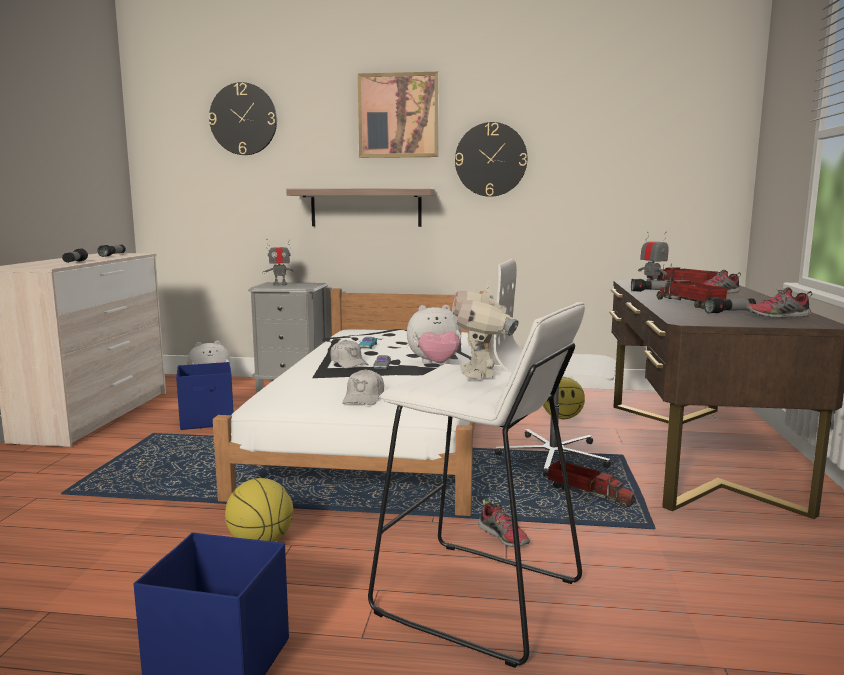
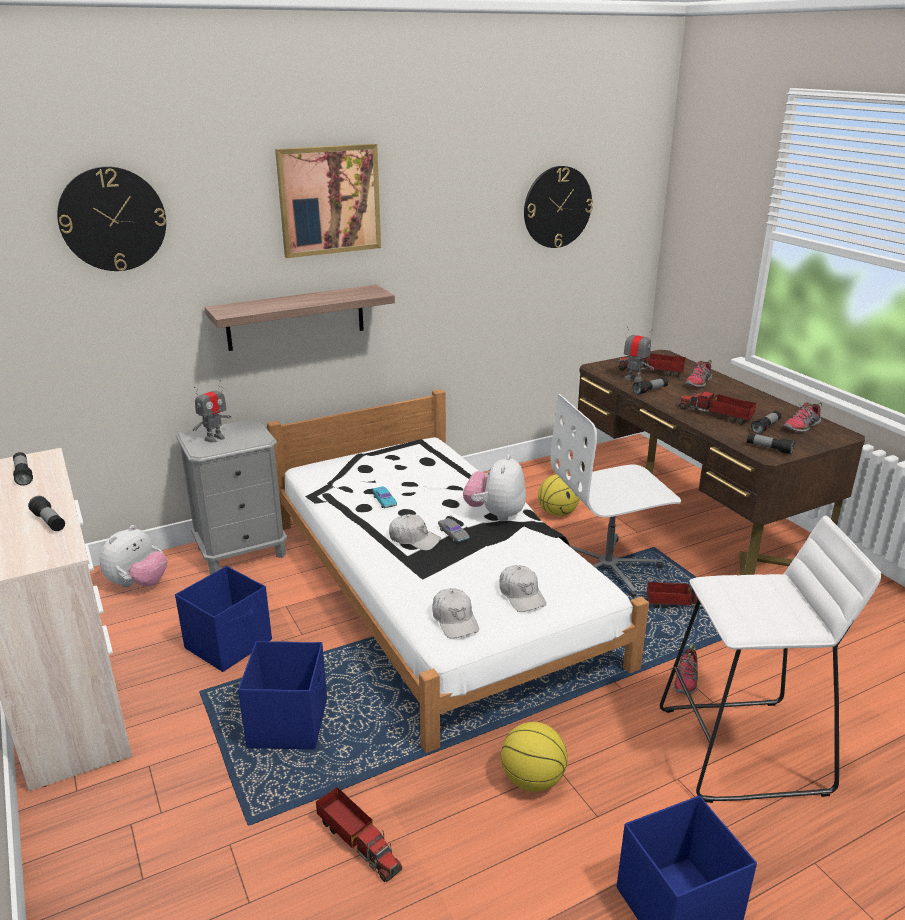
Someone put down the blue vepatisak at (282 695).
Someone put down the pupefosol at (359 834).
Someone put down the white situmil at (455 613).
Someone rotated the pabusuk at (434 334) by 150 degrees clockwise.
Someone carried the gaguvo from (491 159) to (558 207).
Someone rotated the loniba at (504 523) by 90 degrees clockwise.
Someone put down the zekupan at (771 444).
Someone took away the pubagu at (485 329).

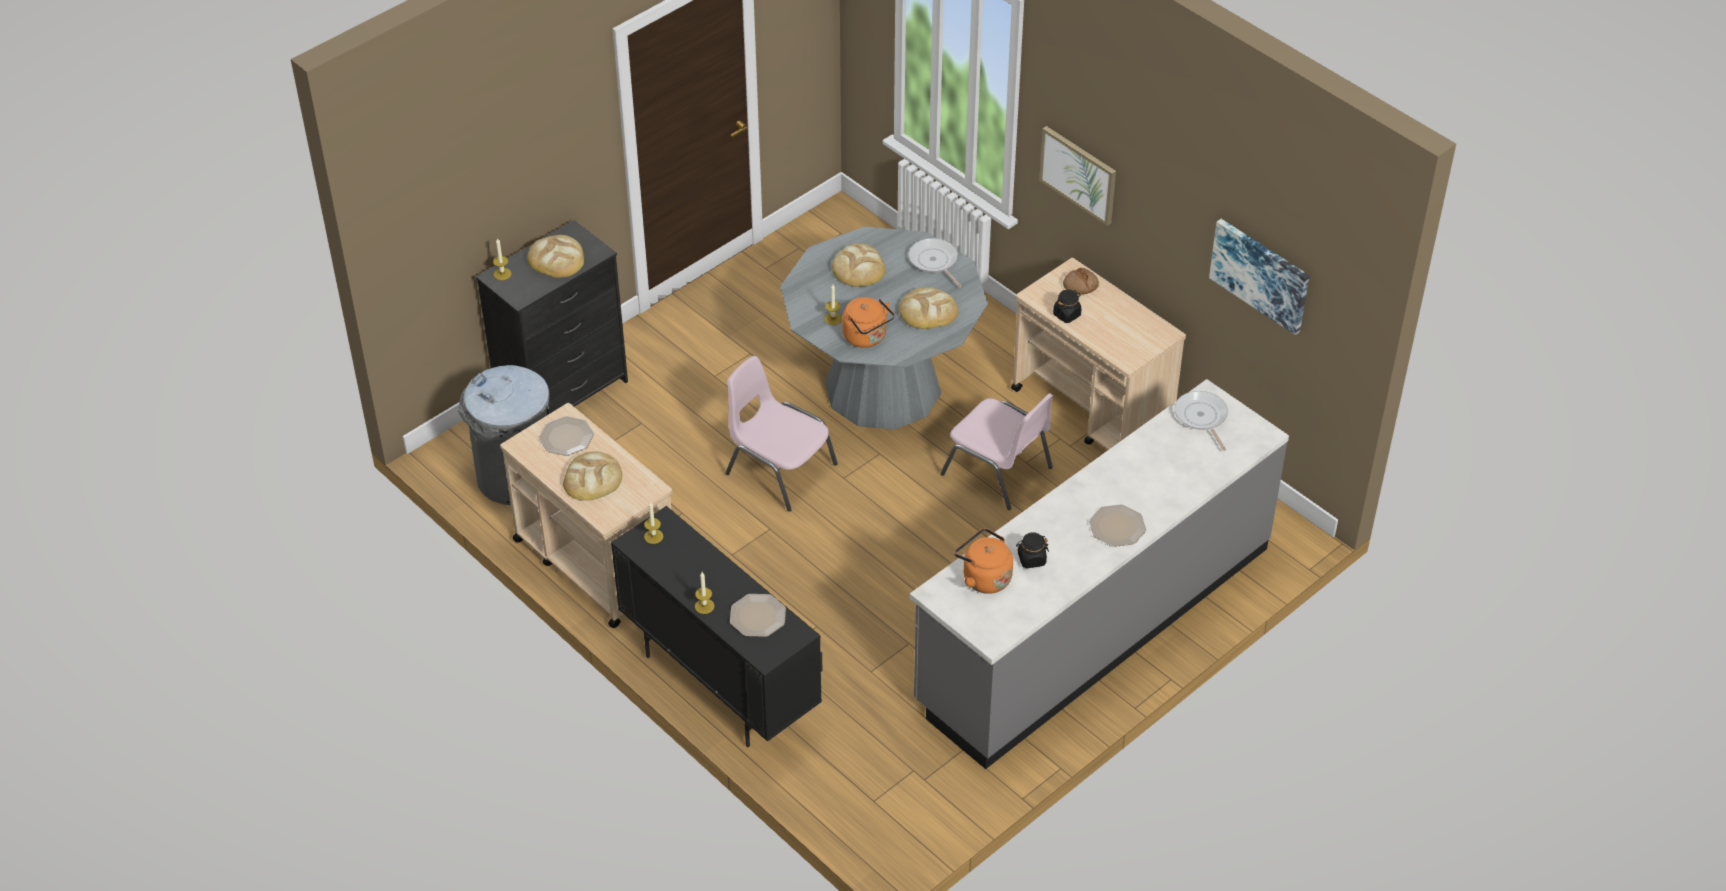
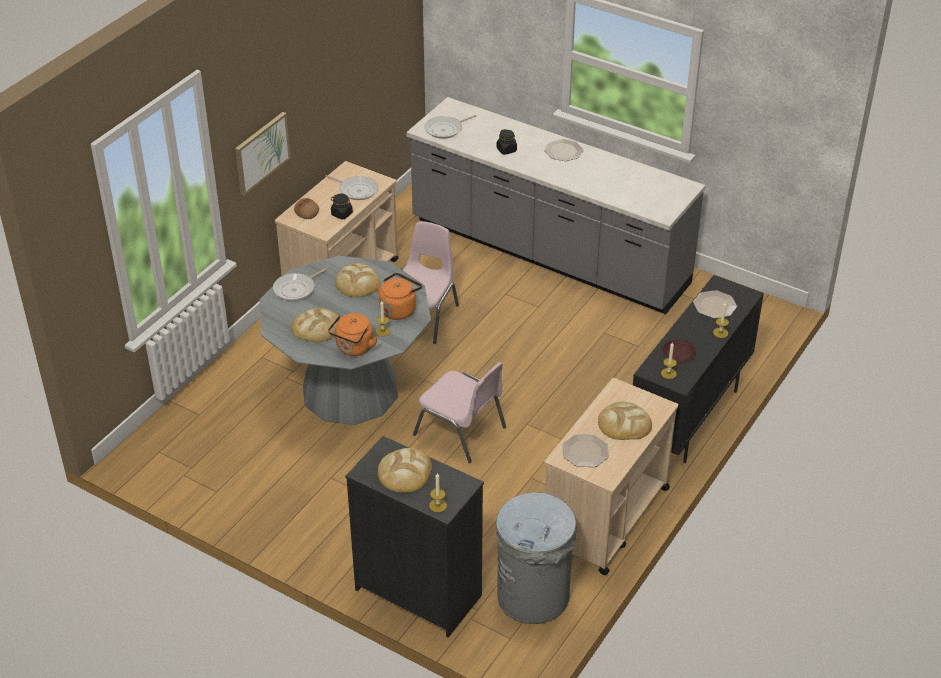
Someone put down the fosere at (351 187).
Someone carried the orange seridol from (984 561) to (353 334).
Someone rotated the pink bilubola at (781 434) by 75 degrees counterclockwise.
Someone carried the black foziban from (1032 550) to (506 142).
Someone put down the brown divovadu at (679 350).
Someone took away the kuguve at (1259 277).

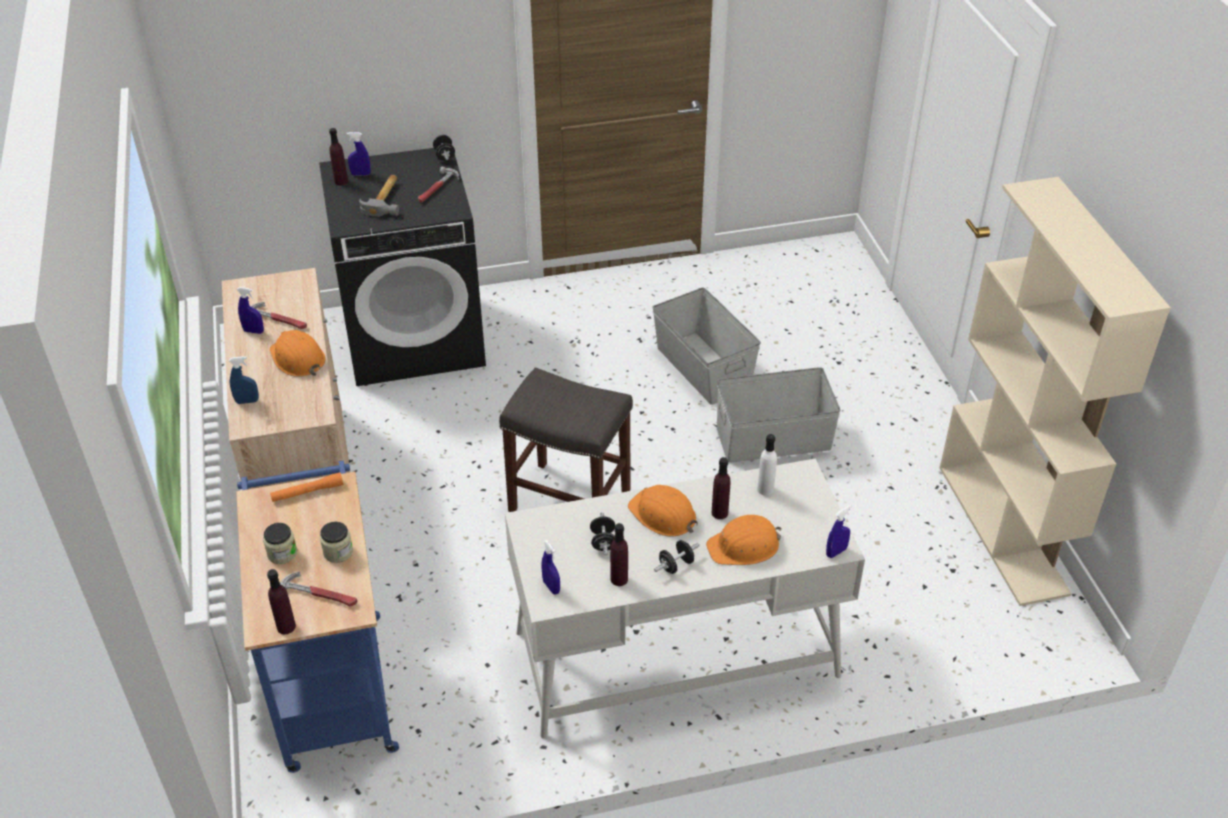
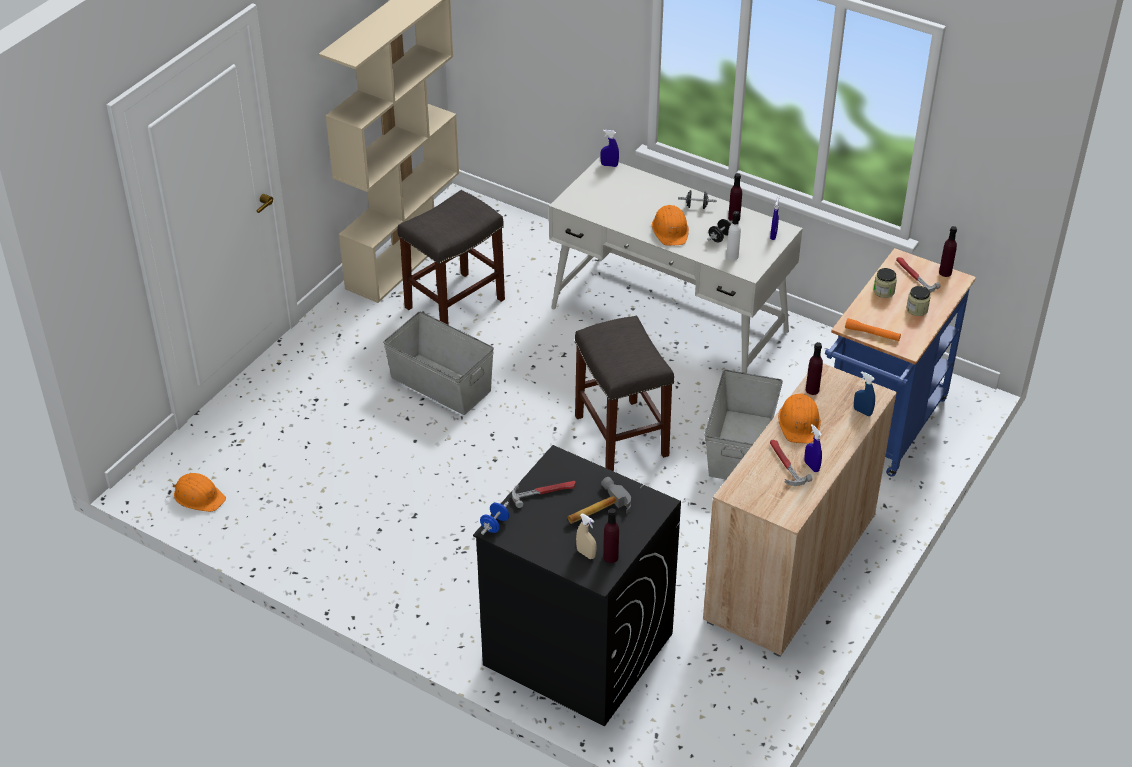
Someone carried the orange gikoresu from (743 540) to (199 492).
Someone put down the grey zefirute at (451 257).
Someone repainted the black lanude at (444 148), which became the blue lanude at (494 518).
Someone repainted the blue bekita at (358 154), which became the beige bekita at (586 536).
Someone carried the grey vepatisak from (706 346) to (743 425).
Someone carried the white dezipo from (767 465) to (733 235).
Someone carried the purple dezipo from (721 488) to (814 368).

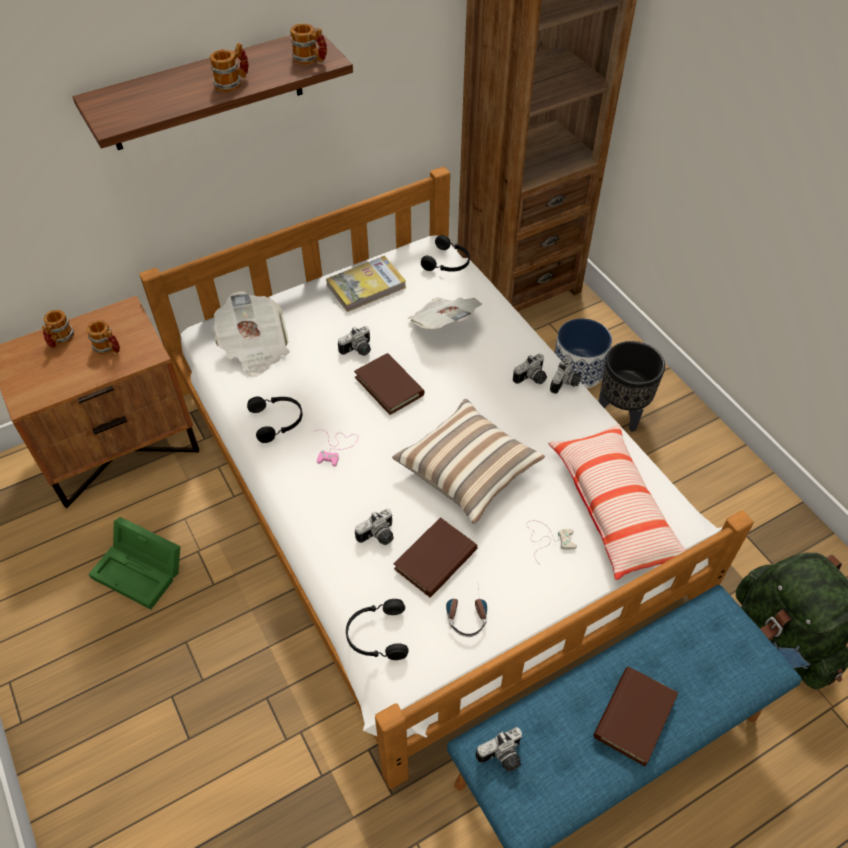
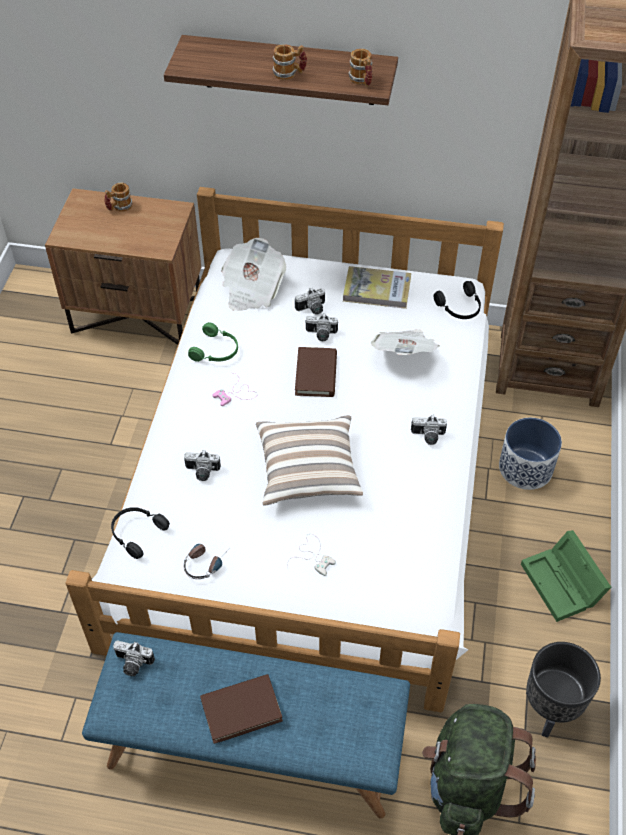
Someone repainted the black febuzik at (275 420), which became the green febuzik at (213 342).
Someone carried the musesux from (566 375) to (310 301).
Someone carried the green vepatisak from (134 563) to (566 576).
Someone carried the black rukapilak from (632 386) to (563 689).
Someone took away the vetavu at (103 337).
Someone took away the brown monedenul at (435 557).
Someone took away the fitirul at (617 502).

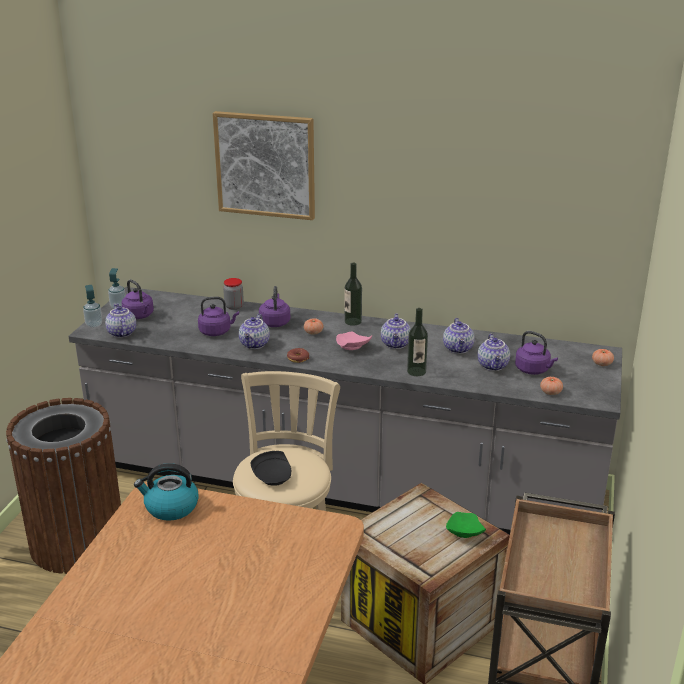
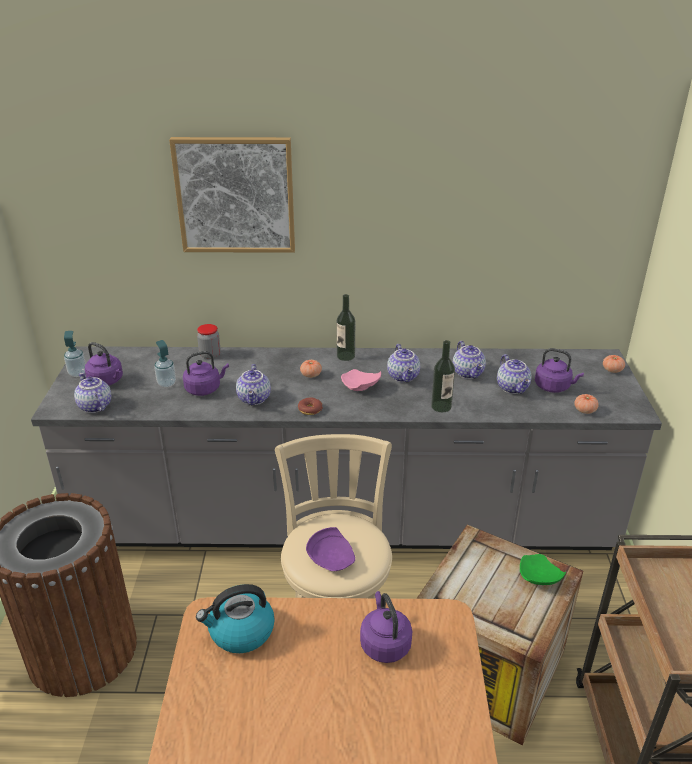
Someone carried the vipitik from (92 306) to (165 364).
Someone repainted the black divovadu at (270 468), which became the purple divovadu at (330 549).
Someone carried the purple seridol from (274 306) to (386 627).

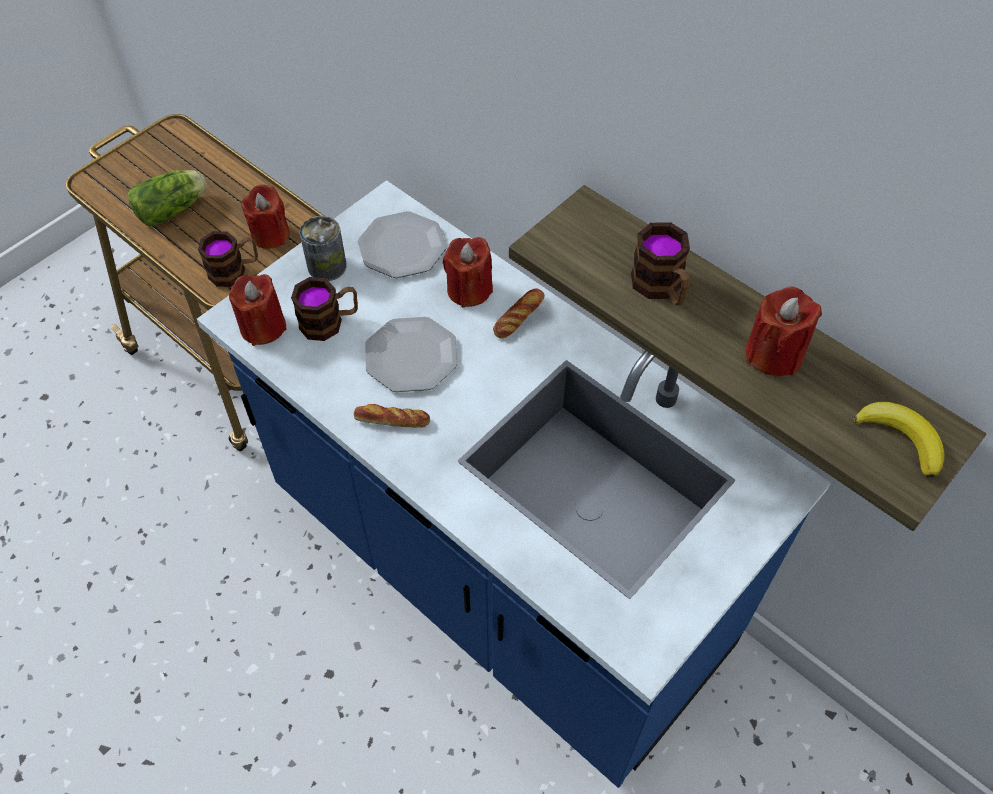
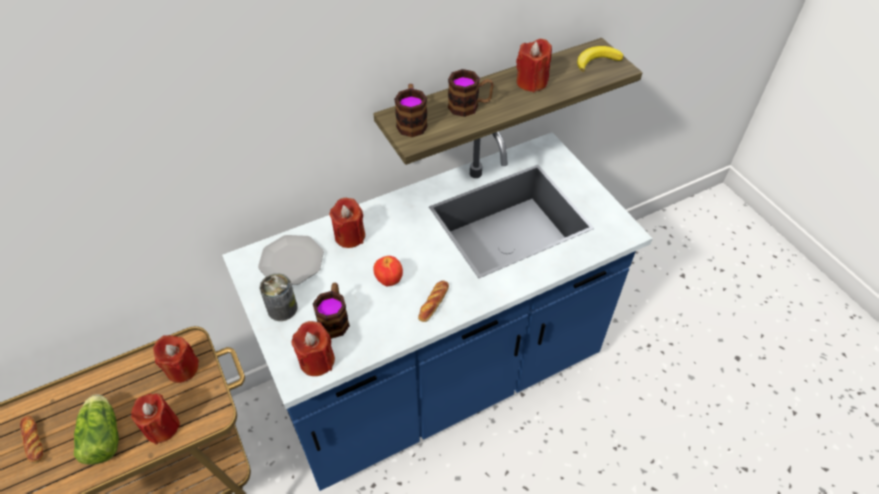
Someone carried the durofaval from (519 313) to (31 439).
Someone put down the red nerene at (155 419).
Someone swapped the divovadu at (411 354) for the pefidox at (388 271).
Someone carried the vetavu from (228 259) to (411 110).

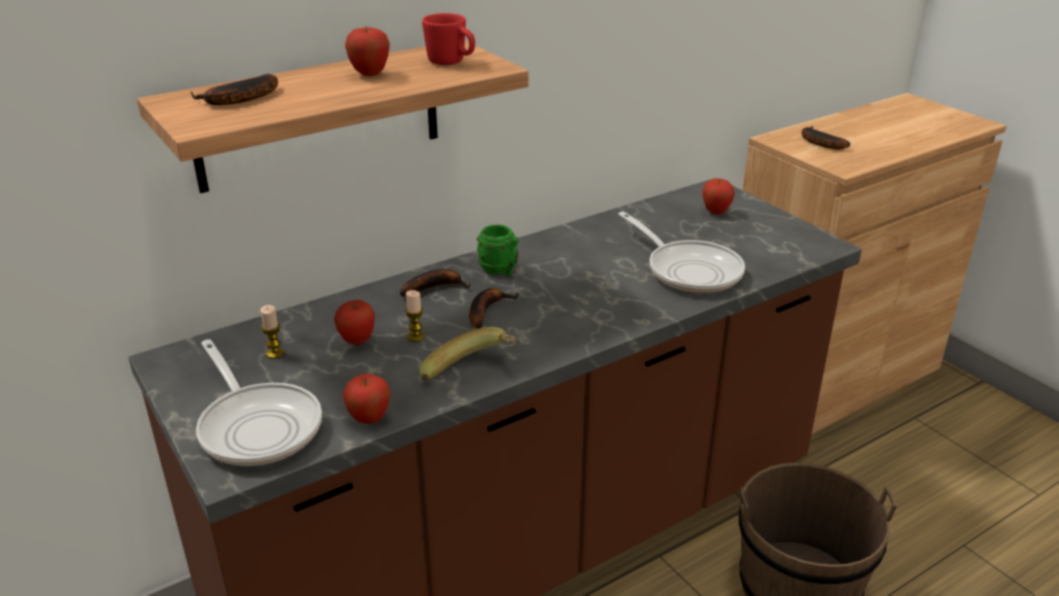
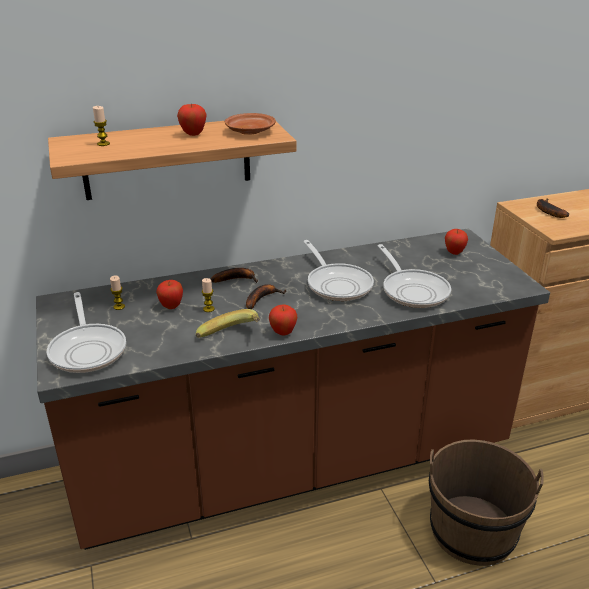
Someone swapped the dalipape at (234 89) for the nerene at (101 126).
Someone swapped the red vetavu at (448 39) for the brown divovadu at (250 124).
Someone carried the pefidox from (366 398) to (283 320).
Someone put down the fosere at (338 270).
Someone took away the green vetavu at (498 250).

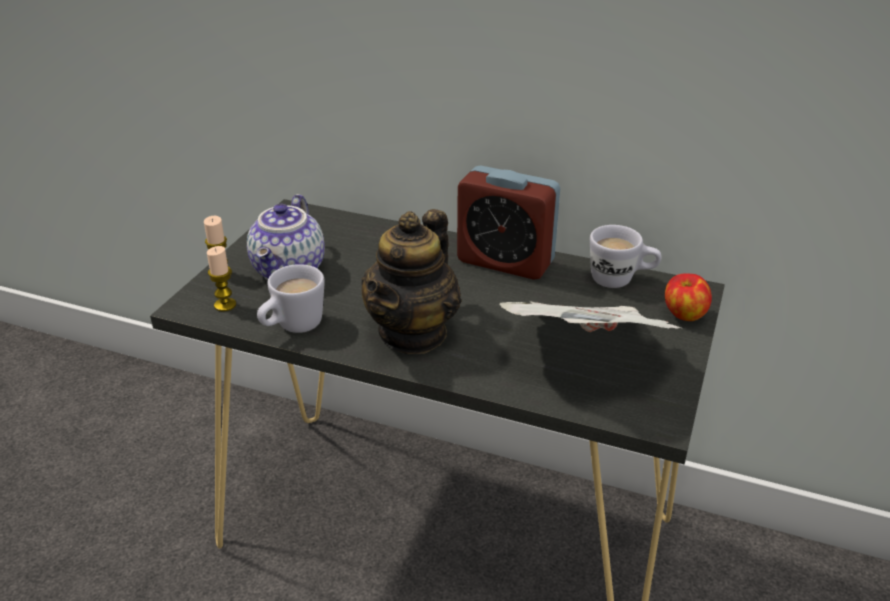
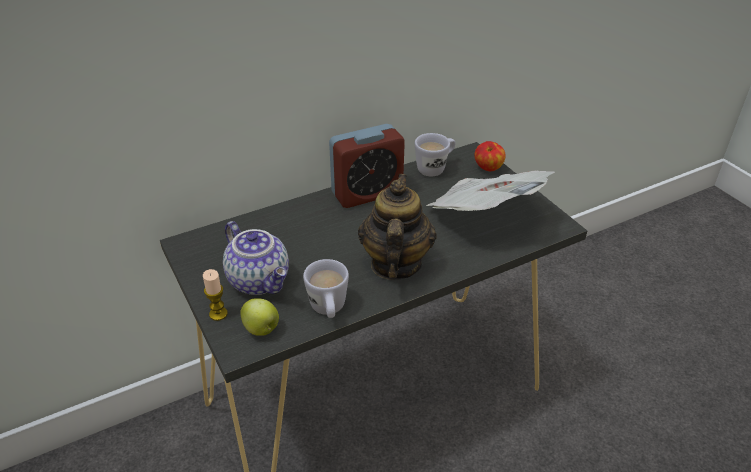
Someone swapped the nerene at (221 279) for the pefidox at (259 317).
Someone rotated the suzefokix at (411 281) by 150 degrees counterclockwise.

